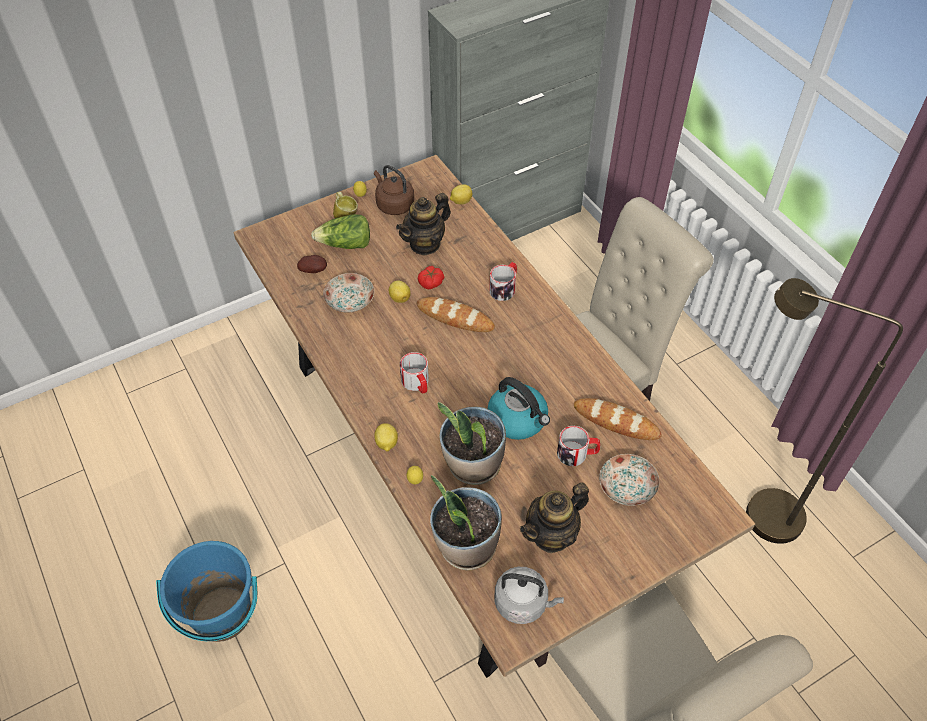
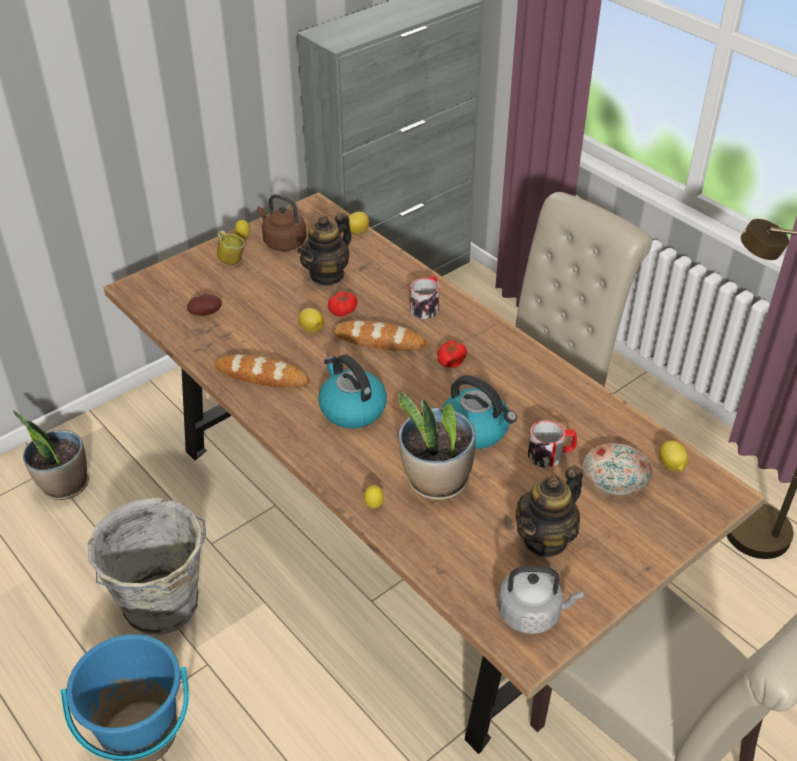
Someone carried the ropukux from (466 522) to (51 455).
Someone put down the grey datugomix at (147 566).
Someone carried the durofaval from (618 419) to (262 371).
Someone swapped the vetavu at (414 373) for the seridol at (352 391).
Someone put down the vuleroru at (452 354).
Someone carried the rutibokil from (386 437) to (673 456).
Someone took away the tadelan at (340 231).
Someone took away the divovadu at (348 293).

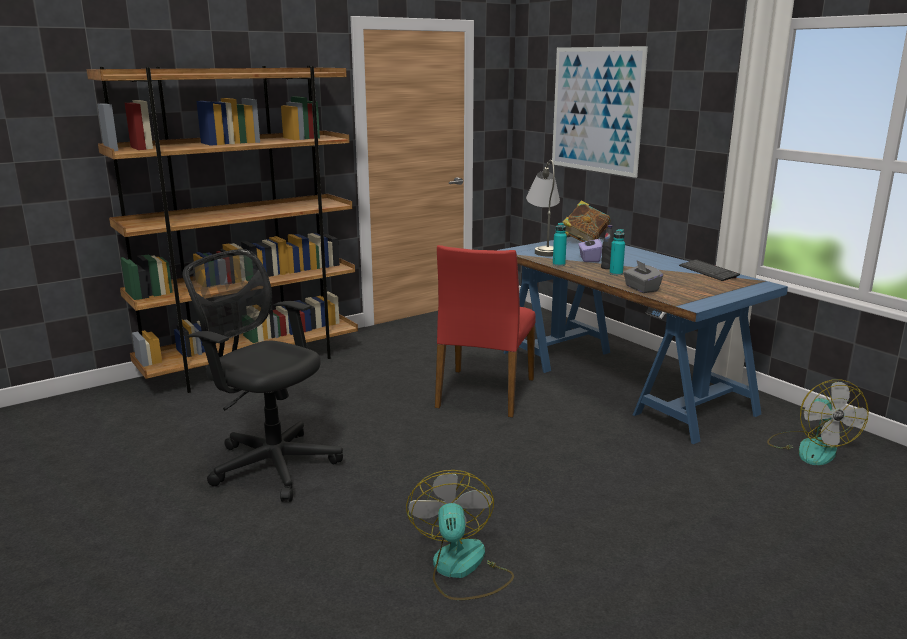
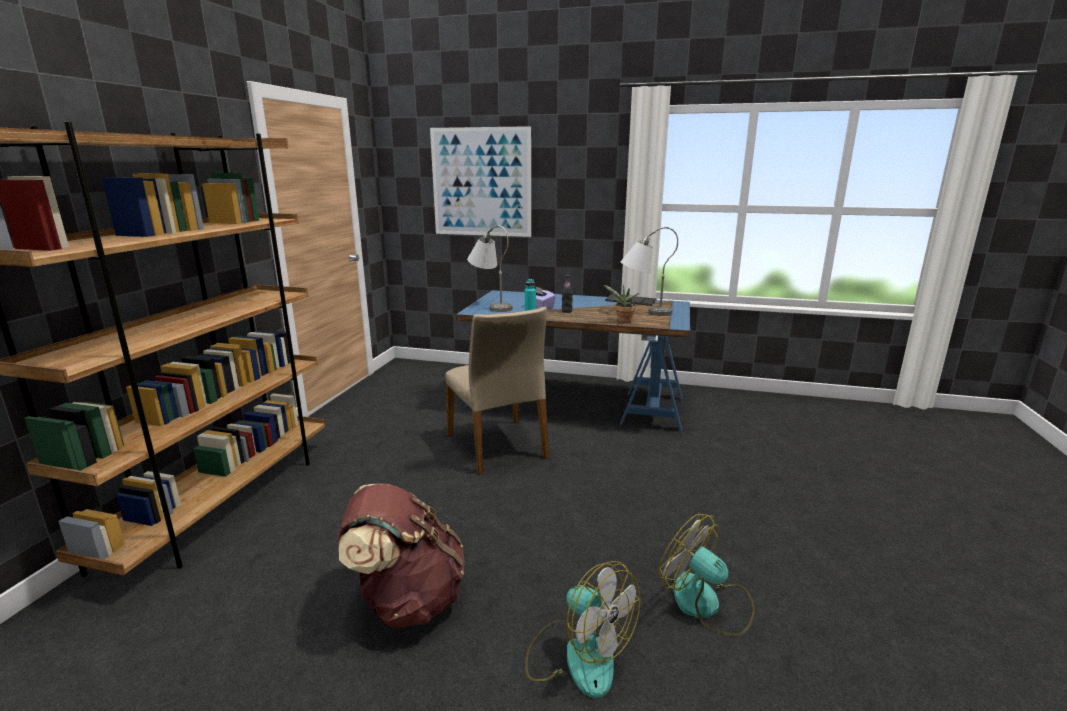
Someone swapped the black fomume at (262 375) for the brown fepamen at (400 555).
Someone repainted the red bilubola at (485 331), which became the beige bilubola at (497 390).
Someone carried the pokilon from (818 422) to (582 629).
Someone swapped the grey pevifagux at (643 277) for the ropukux at (621 303).
Someone put down the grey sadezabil at (649 271).
Someone took away the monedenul at (586 221).
Someone took away the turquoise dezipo at (617 252).

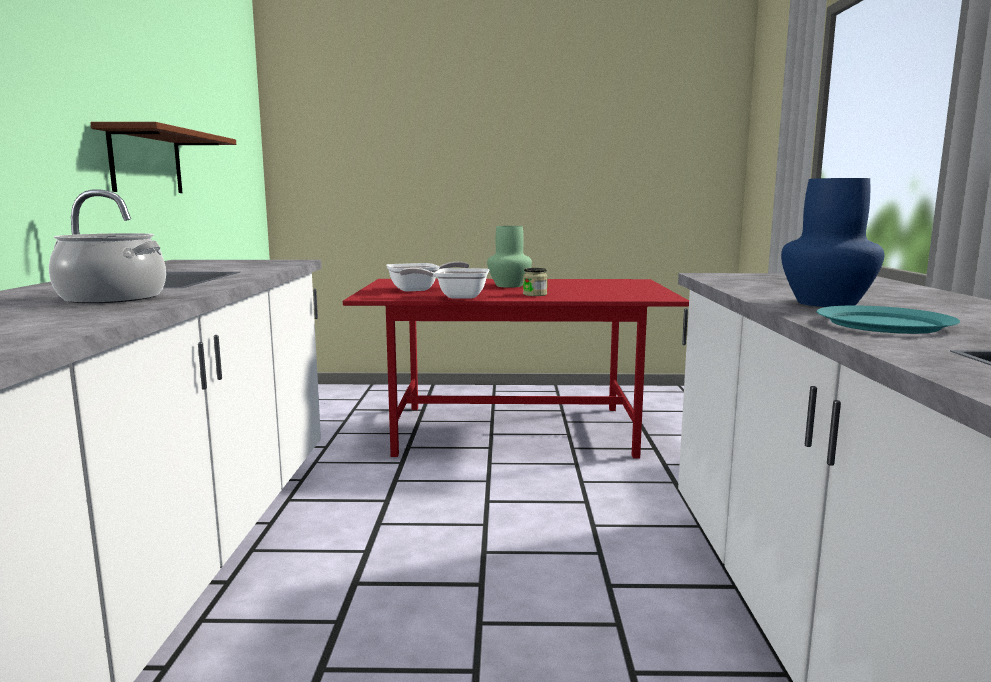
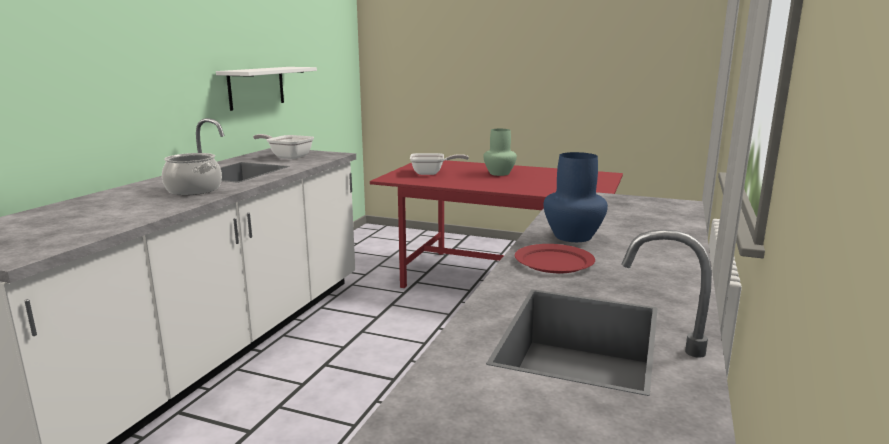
Someone repainted the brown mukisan at (163 157), which became the white mukisan at (266 89).
Someone carried the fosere from (444 283) to (283 146).
Someone repainted the turquoise divovadu at (888 320), which became the red divovadu at (555 258).
Someone took away the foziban at (535 282).

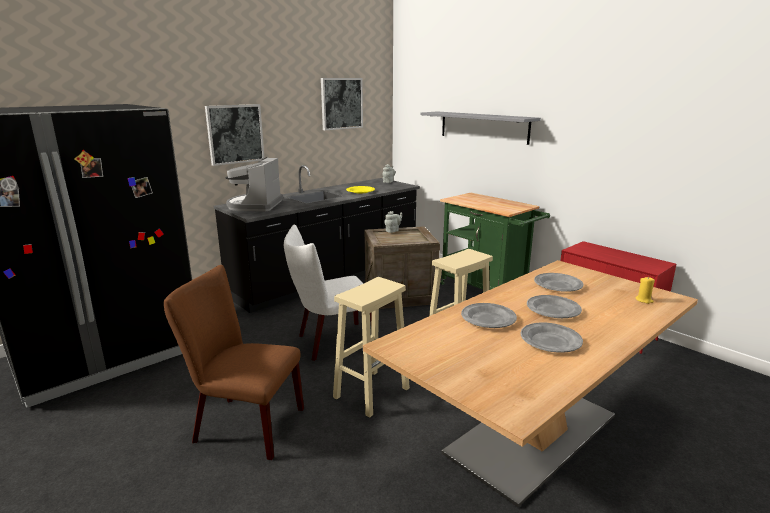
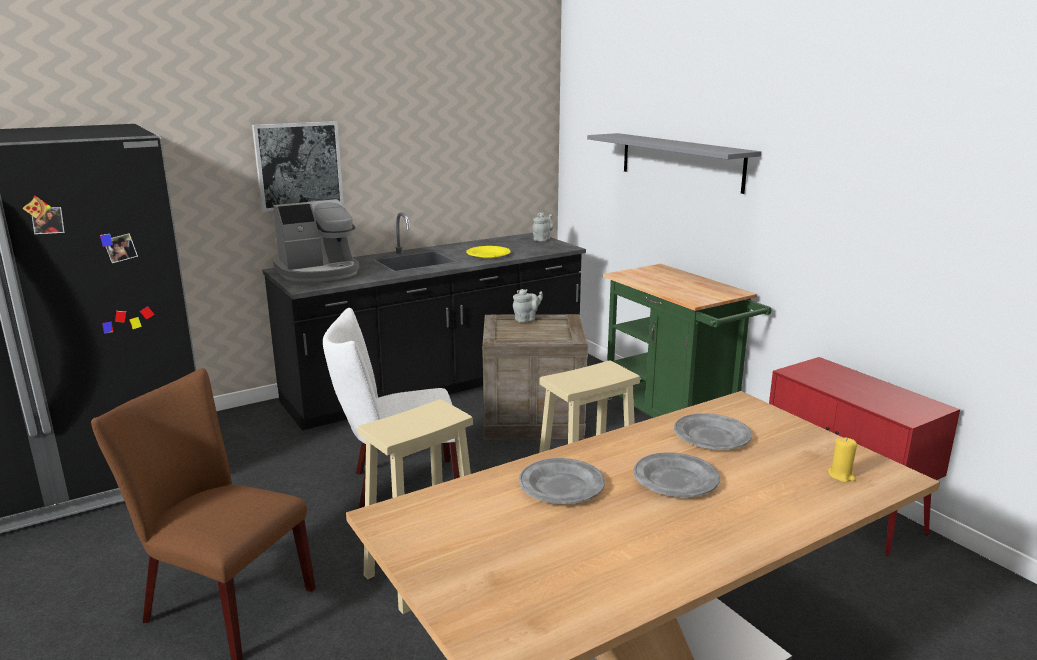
Someone rotated the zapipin at (254 184) by 135 degrees counterclockwise.
Someone took away the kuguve at (342 104).
Someone took away the grey divovadu at (552 338).

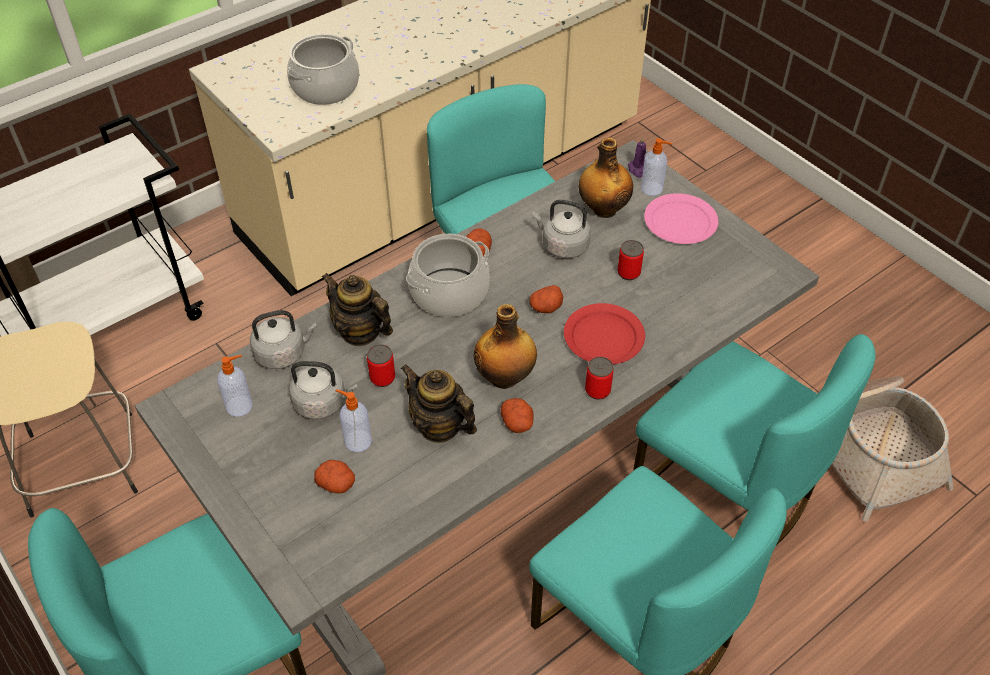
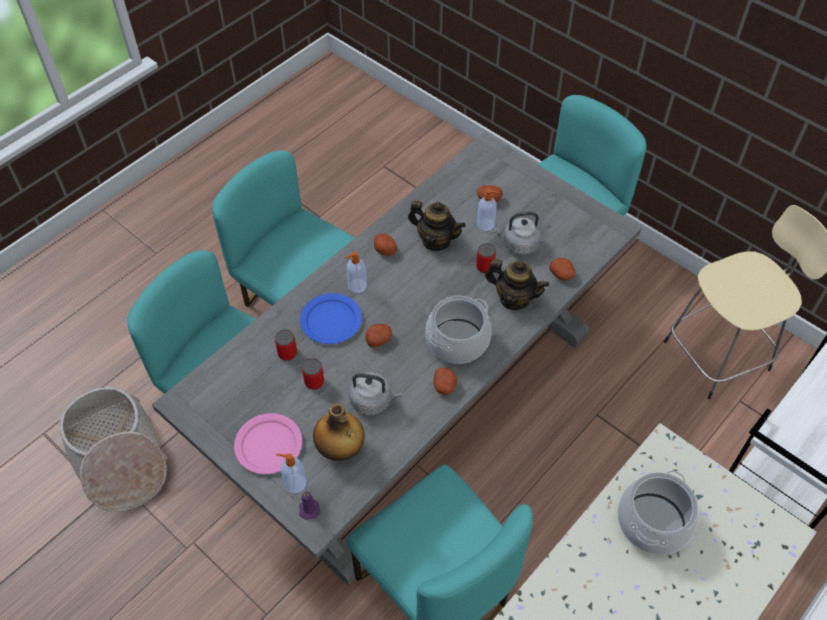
Someone carried the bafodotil from (599 378) to (286 345).
Someone repainted the red divovadu at (604 333), which became the blue divovadu at (331 318).
Someone carried the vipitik from (235 386) to (356 272).
Someone swapped the grey seridol at (283 339) for the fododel at (562 269).
Someone took away the dezipo at (505 346).

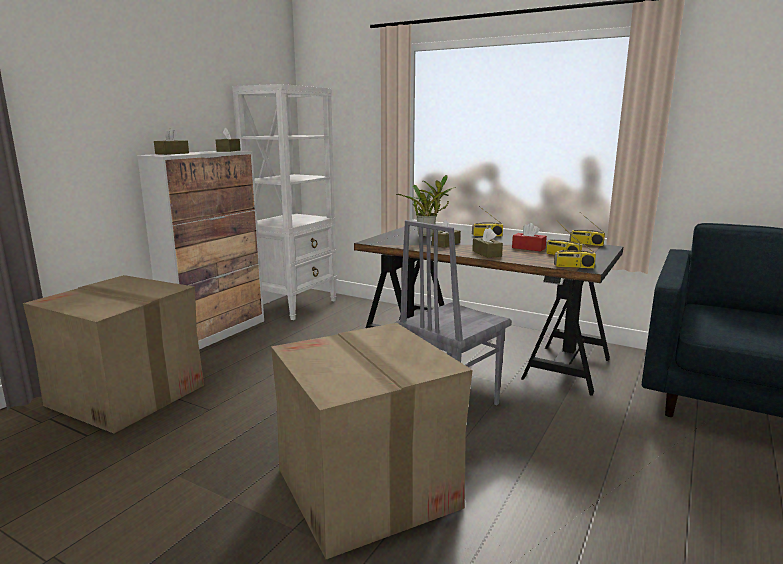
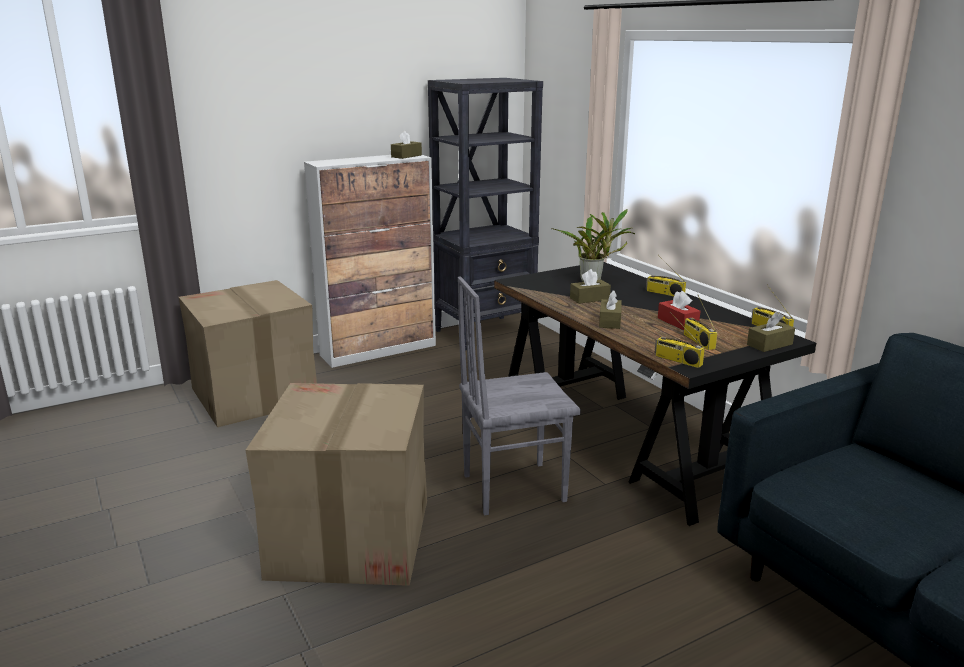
Someone repainted the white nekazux at (284 202), which became the black nekazux at (485 214).
Someone carried the brown pevifagux from (171 141) to (771 332).

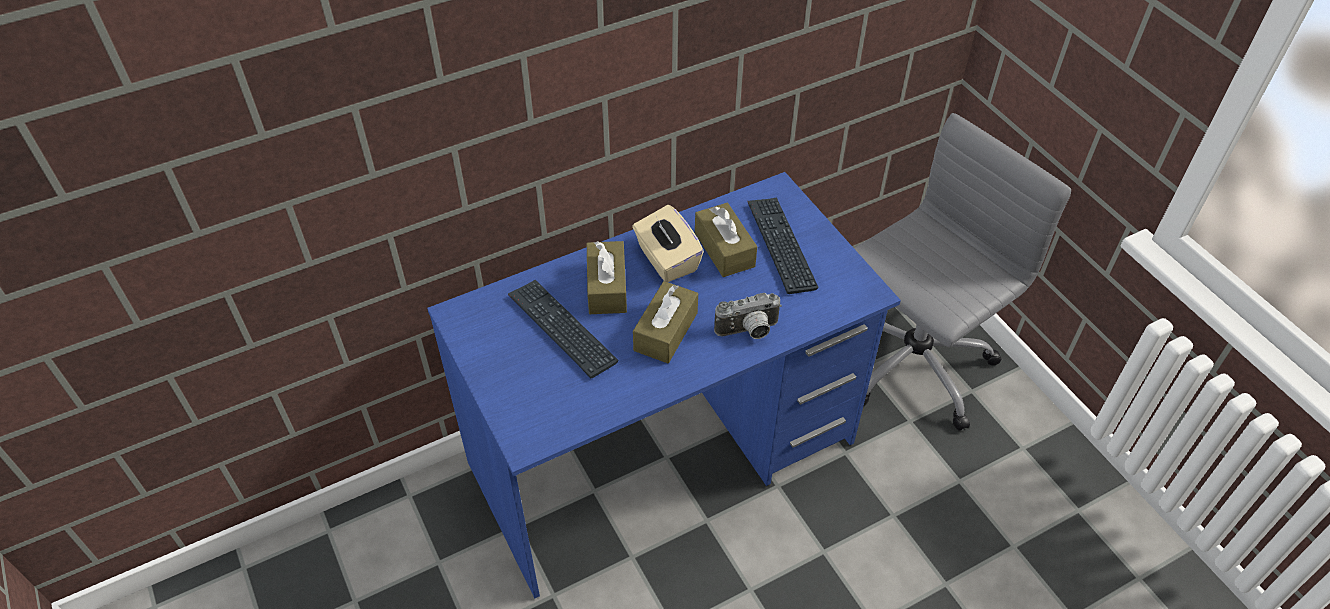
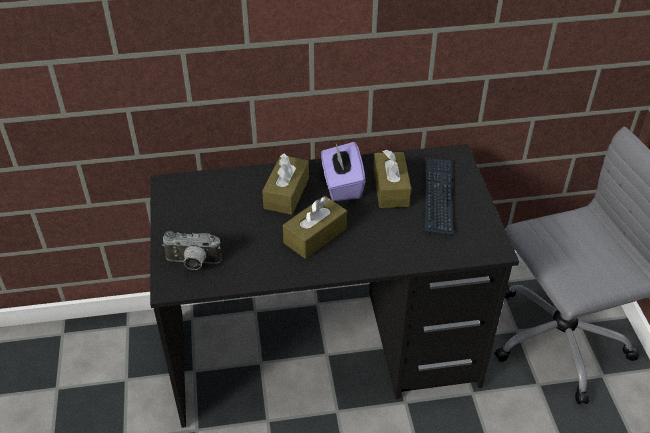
Someone repainted the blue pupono at (664 385), which became the black pupono at (334 286).
Someone carried the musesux from (748 316) to (192 250).
Someone repainted the beige pevifagux at (668 243), which became the purple pevifagux at (343 171).
Someone took away the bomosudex at (563 329).

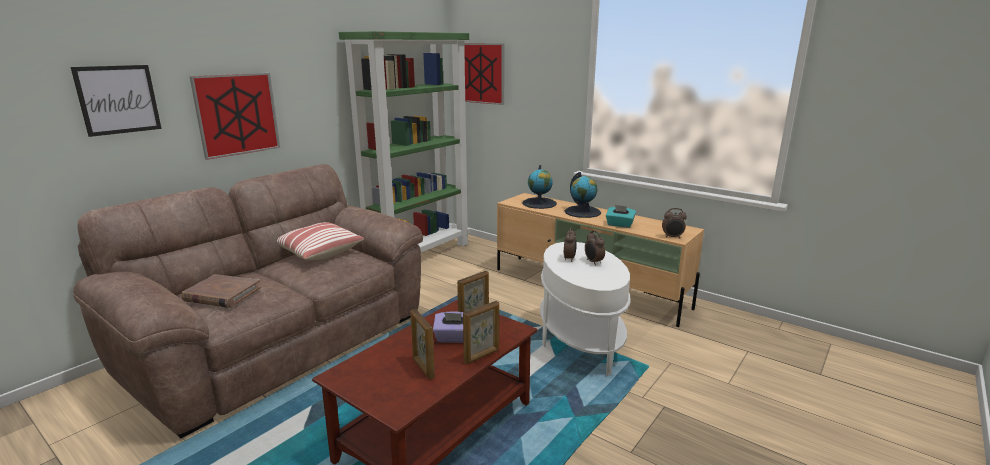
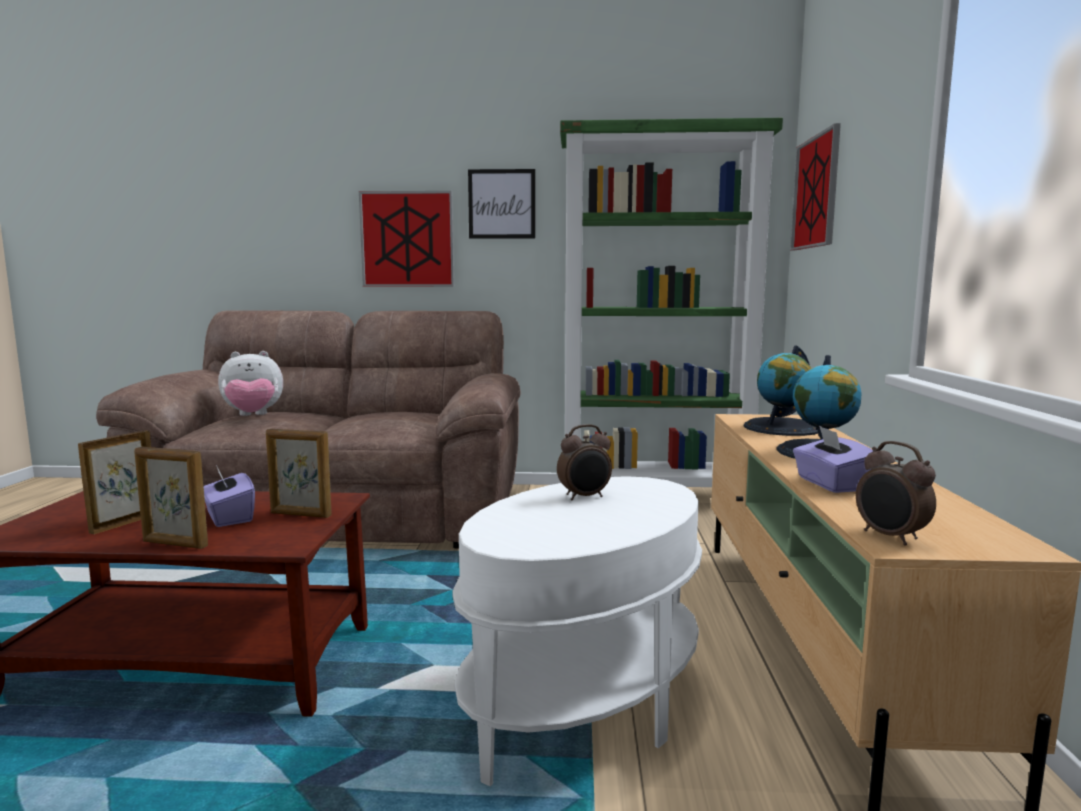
Someone swapped the brown monedenul at (221 291) for the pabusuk at (250 383).
Someone carried the kuguve from (116 101) to (501 204).
Someone repainted the turquoise pevifagux at (621 216), which became the purple pevifagux at (833 459).
Someone took away the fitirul at (320 241).
Someone took away the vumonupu at (595 247).

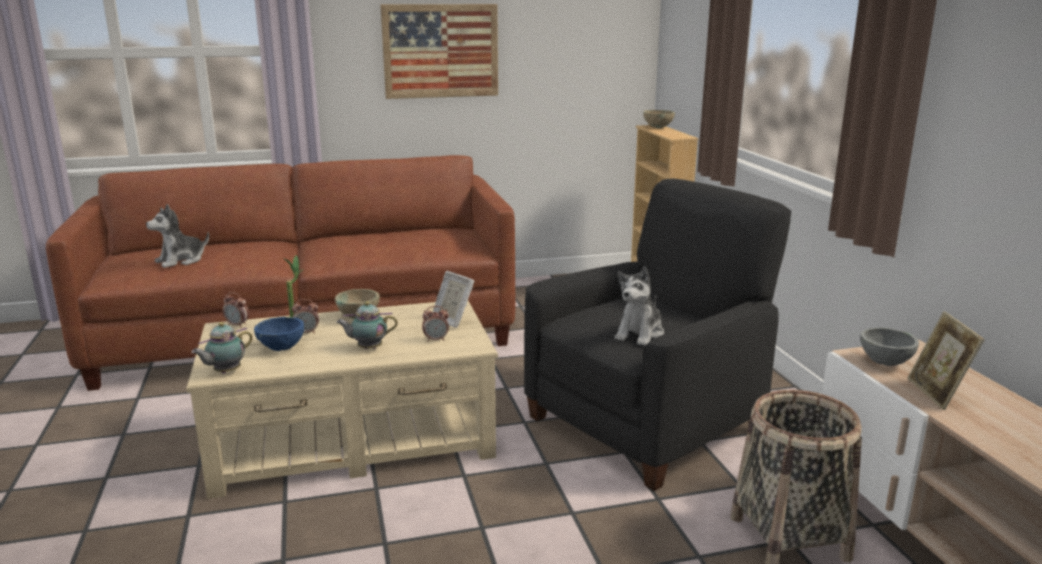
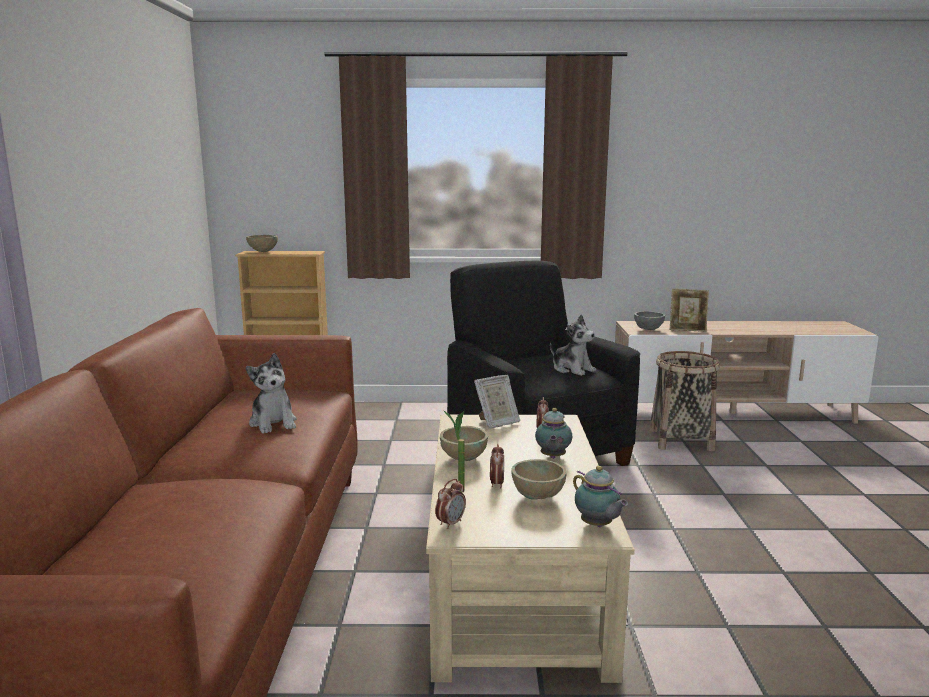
Someone carried the pabusuk from (177 236) to (271 393).
Someone repainted the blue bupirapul at (279 334), which became the beige bupirapul at (539 479).
Someone took away the kuguve at (439 51).

